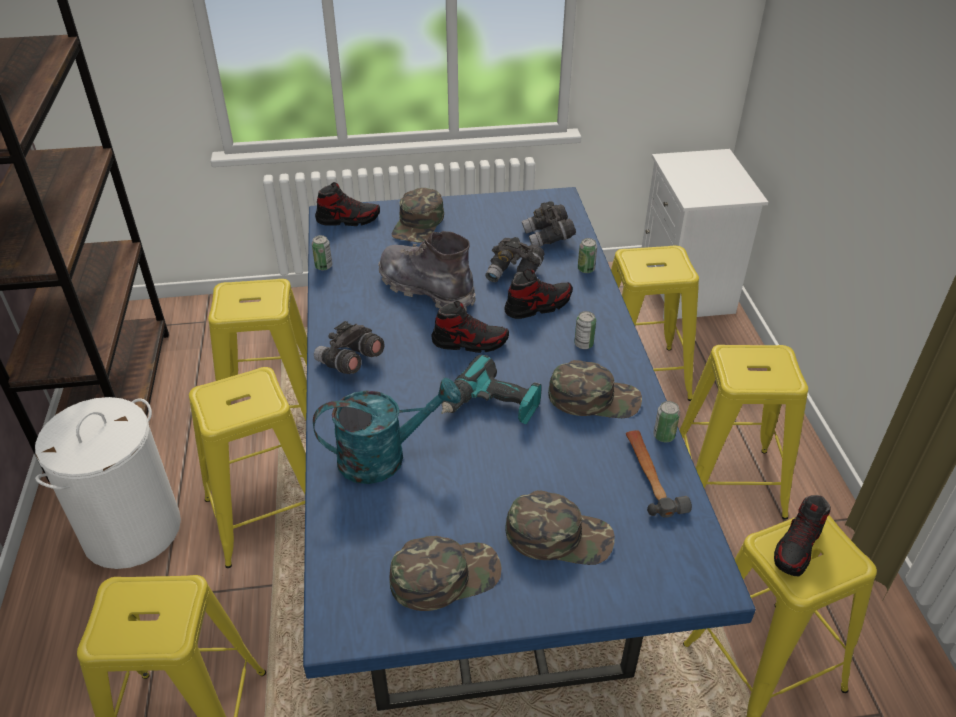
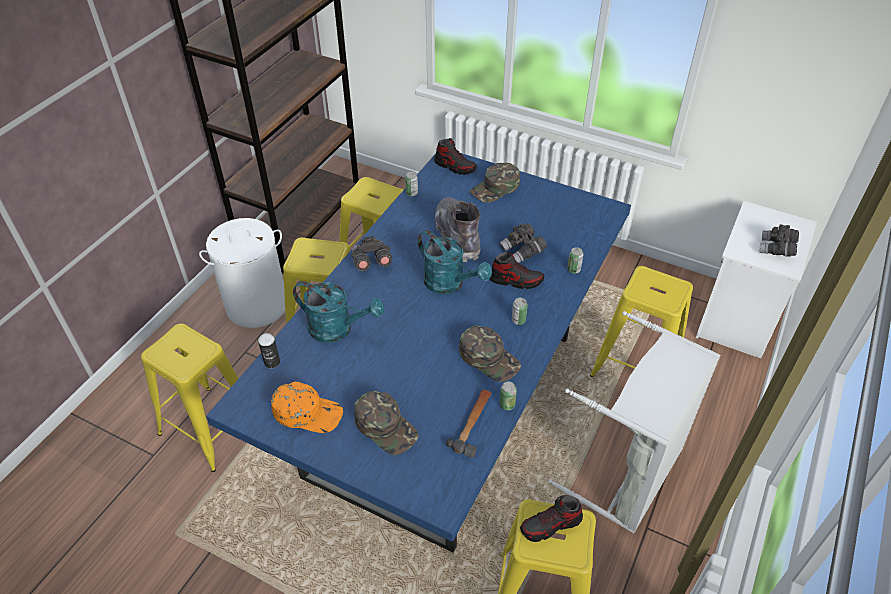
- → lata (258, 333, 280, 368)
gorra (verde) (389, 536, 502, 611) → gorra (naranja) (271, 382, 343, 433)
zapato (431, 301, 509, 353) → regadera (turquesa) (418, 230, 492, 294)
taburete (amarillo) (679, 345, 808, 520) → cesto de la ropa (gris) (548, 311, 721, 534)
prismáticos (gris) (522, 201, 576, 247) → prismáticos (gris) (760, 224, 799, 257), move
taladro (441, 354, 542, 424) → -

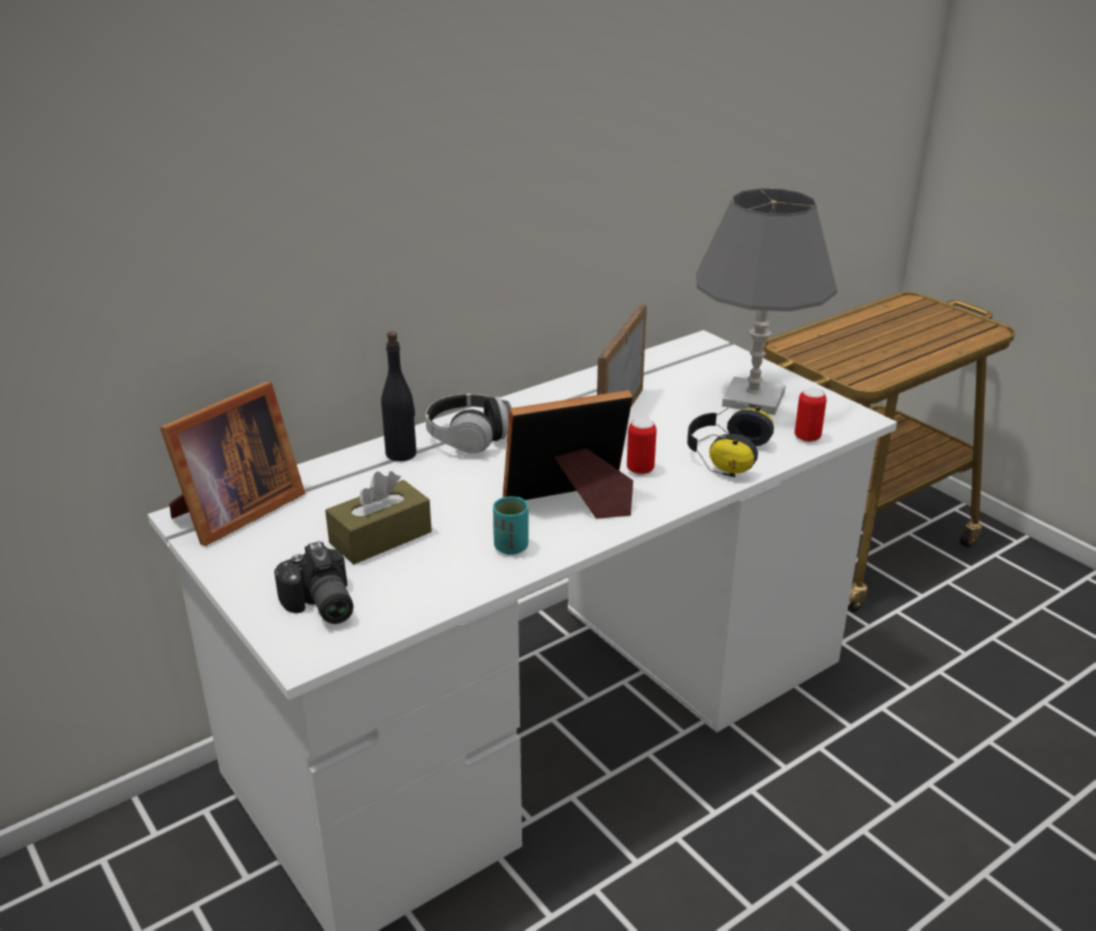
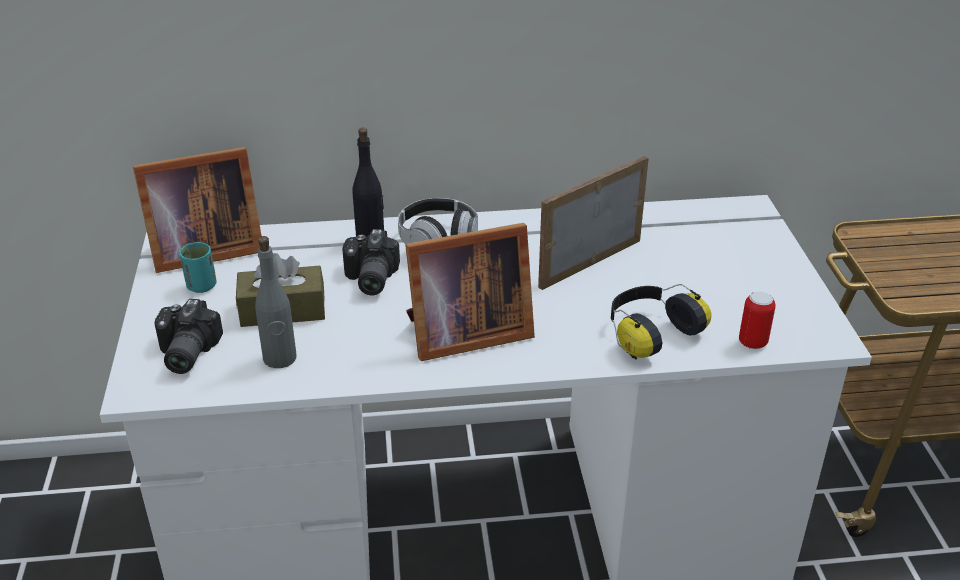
taza (turquesa) (493, 496, 529, 555) → taza (turquesa) (180, 242, 217, 293), move
- → botella (gris) (255, 236, 297, 368)
- → cámara (342, 229, 400, 295)
portarretratos (503, 390, 633, 519) → portarretratos (405, 223, 535, 361), 150 degrees clockwise
lata (627, 418, 657, 475) → -
lámpara de mesa (gris) (696, 188, 837, 415) → -

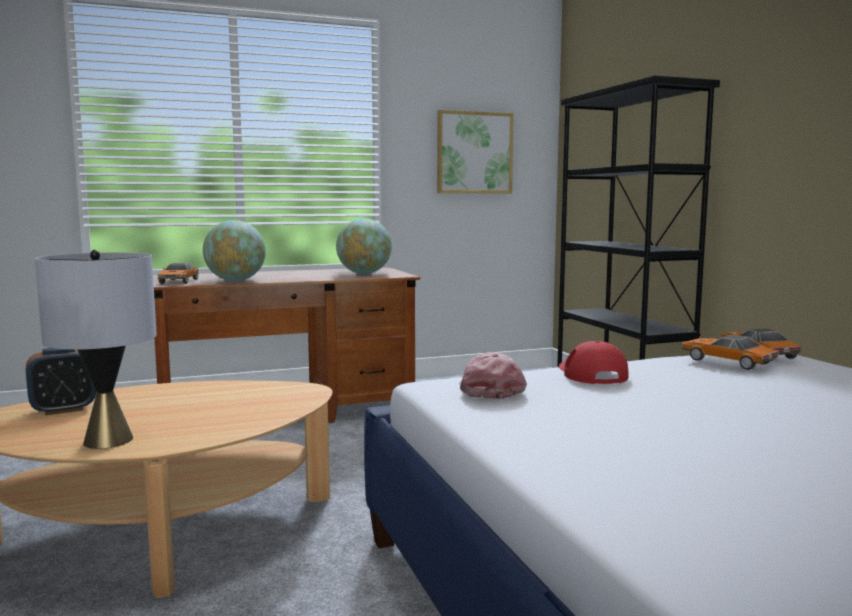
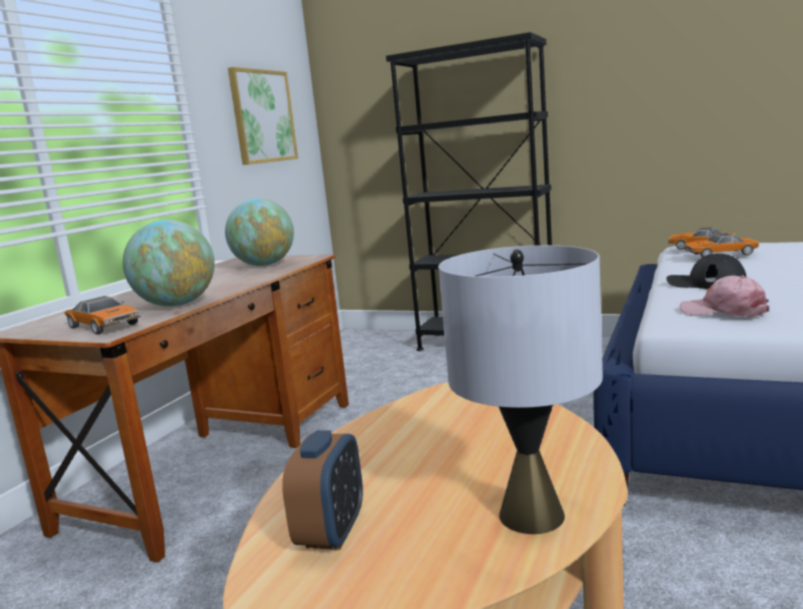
gorra (rojo) (559, 341, 629, 384) → gorra (negro) (666, 253, 746, 289)

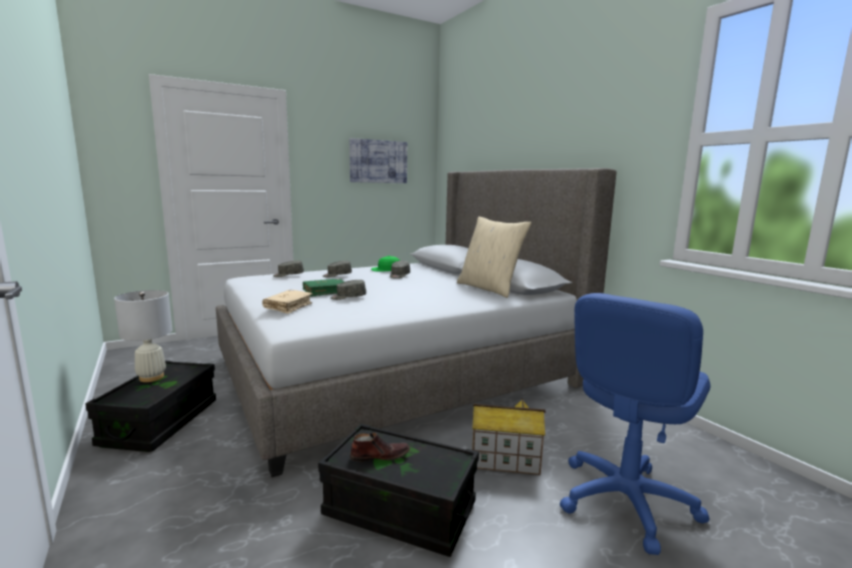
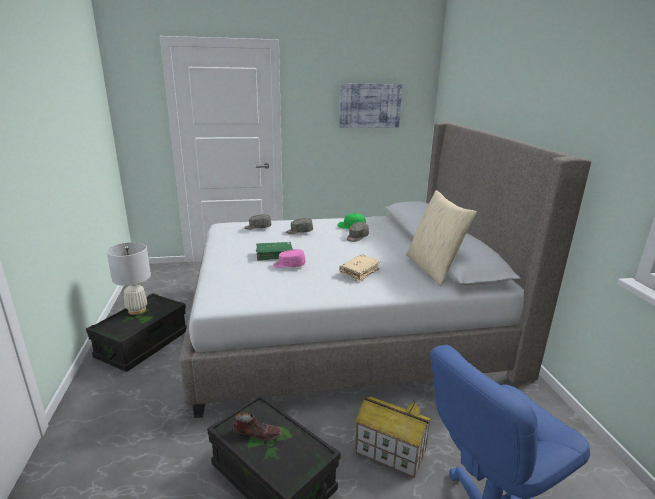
gorra (gris) (330, 280, 366, 300) → gorra (rosa) (273, 249, 306, 268)
libro (beis) (262, 290, 313, 314) → libro (beis) (339, 254, 381, 281), move

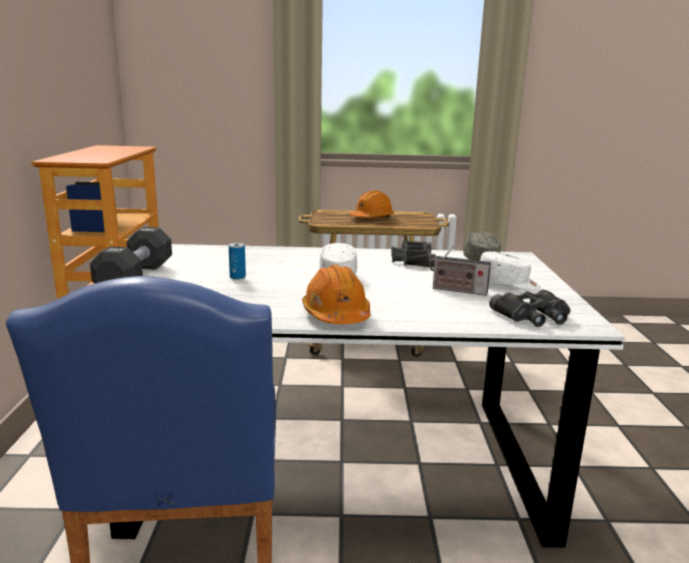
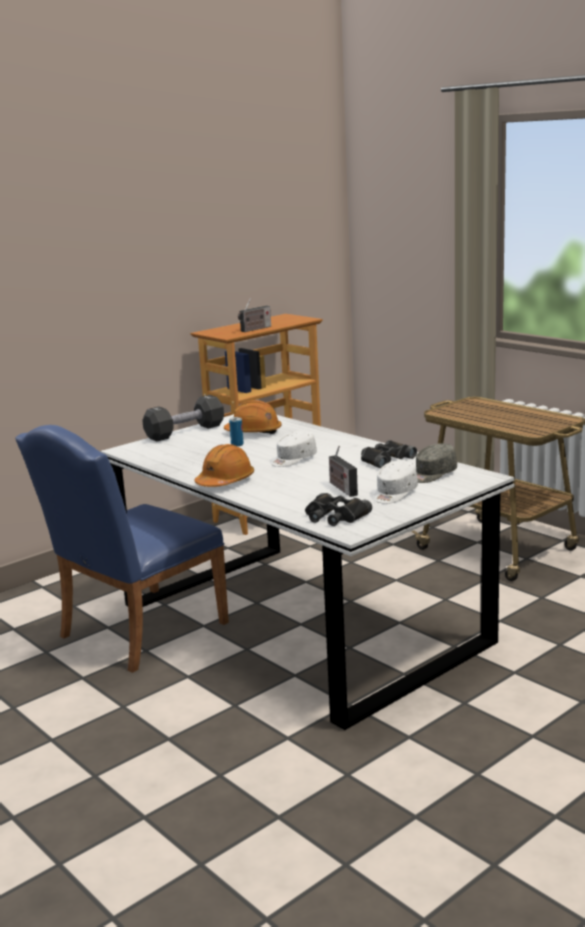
casco (naranja) (350, 191, 394, 218) → casco (naranja) (224, 400, 282, 434), move
- → radio (238, 298, 271, 332)
gorra (blanco) (480, 251, 541, 290) → gorra (blanco) (374, 460, 418, 504), 60 degrees clockwise

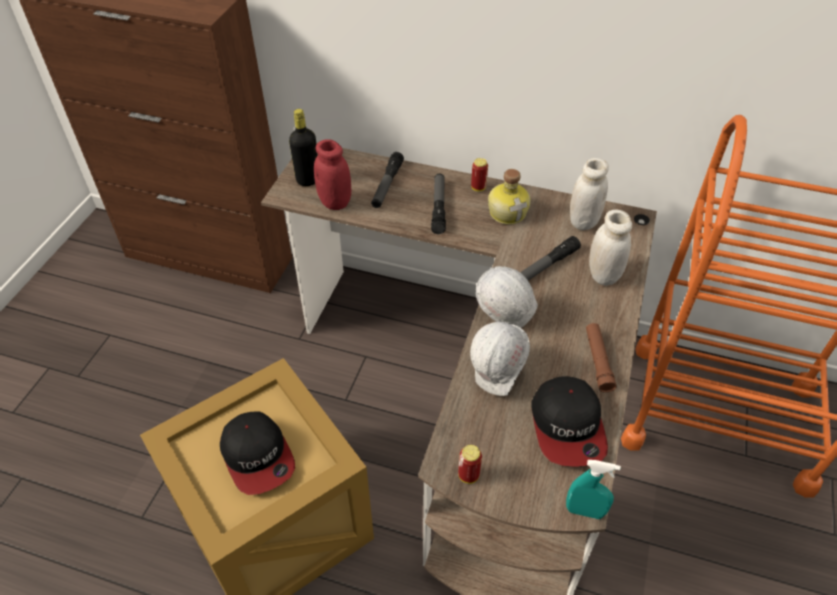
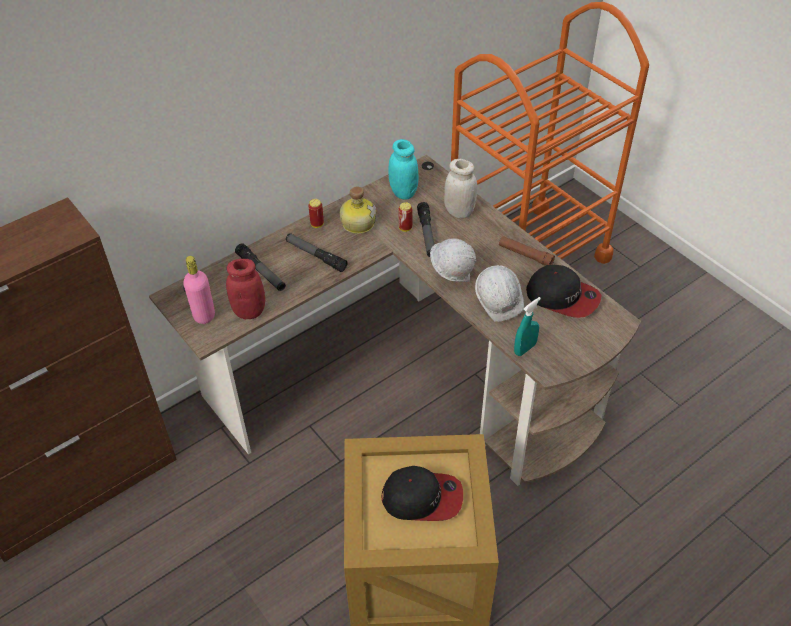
botella (negro) (289, 109, 318, 186) → botella (rosa) (183, 256, 215, 324)
tarro (blanco) (570, 158, 609, 230) → tarro (turquesa) (388, 139, 418, 200)
lata (458, 445, 482, 484) → lata (398, 202, 412, 232), move
pulverizador (turquesa) (566, 460, 621, 519) → pulverizador (turquesa) (514, 297, 541, 356), move

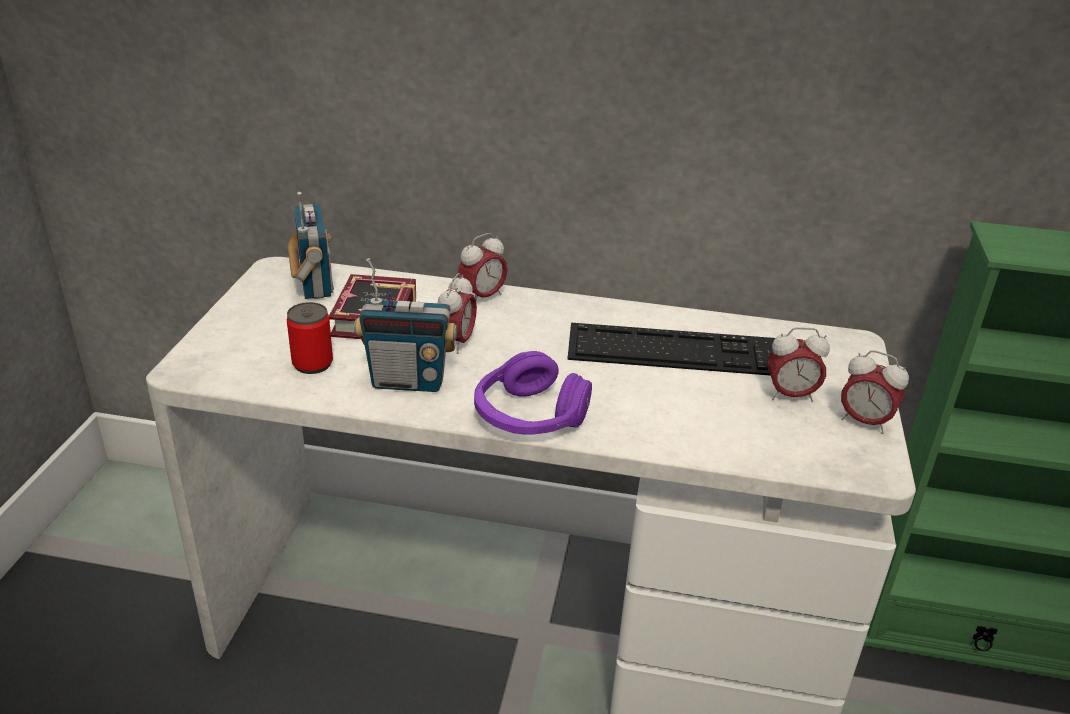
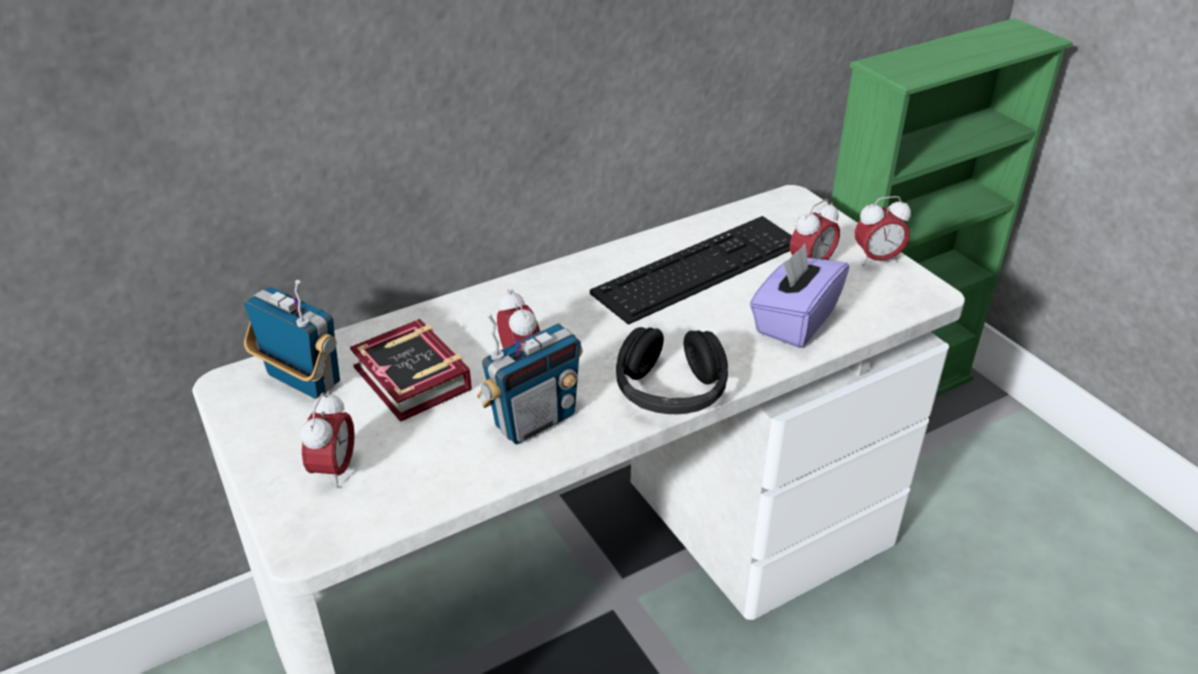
despertador (458, 233, 508, 300) → despertador (300, 391, 355, 488), move
auriculares (morado) (474, 351, 592, 435) → auriculares (negro) (616, 327, 728, 414)
- → caja de pañuelos (morado) (750, 244, 849, 348)
lata (287, 302, 333, 374) → -

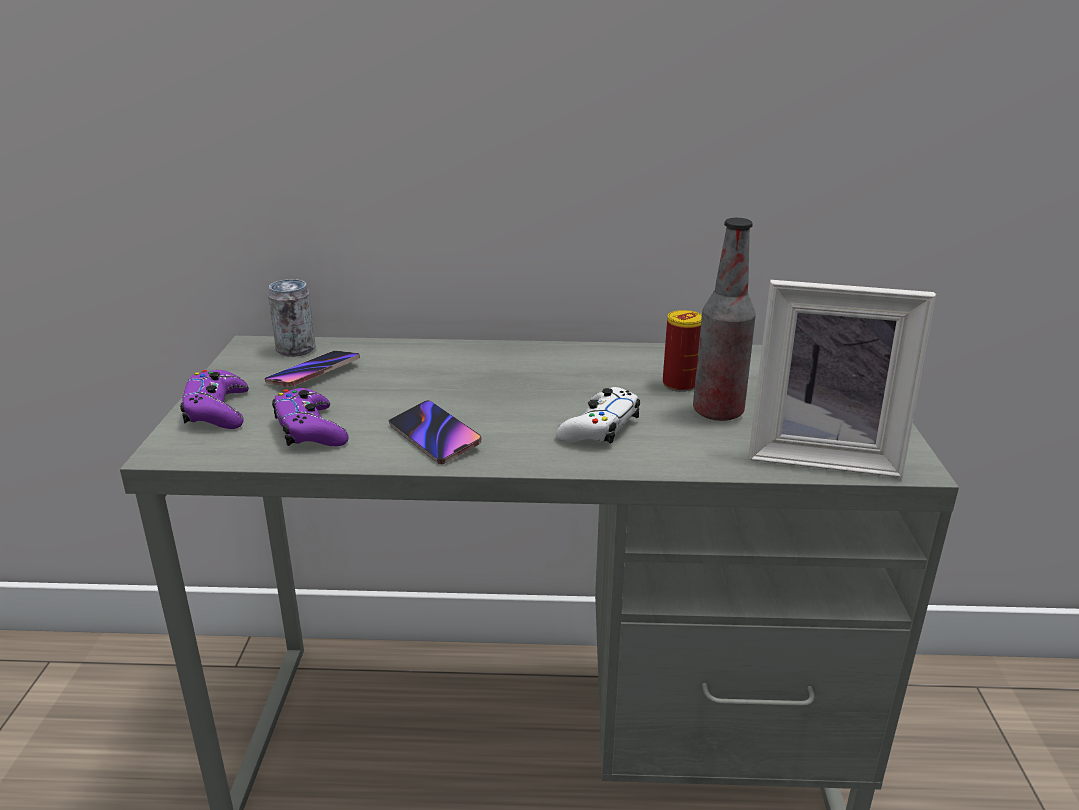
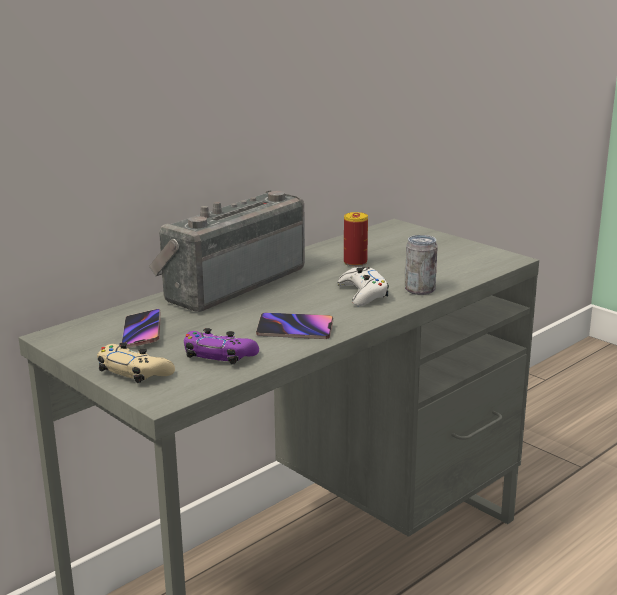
mando de consola (morado) (180, 370, 249, 429) → mando de consola (beis) (97, 342, 175, 383)
- → radio (149, 191, 305, 312)
lata (268, 279, 316, 357) → lata (405, 235, 438, 295), move
botella (693, 218, 756, 421) → -
portarretratos (749, 280, 936, 478) → -

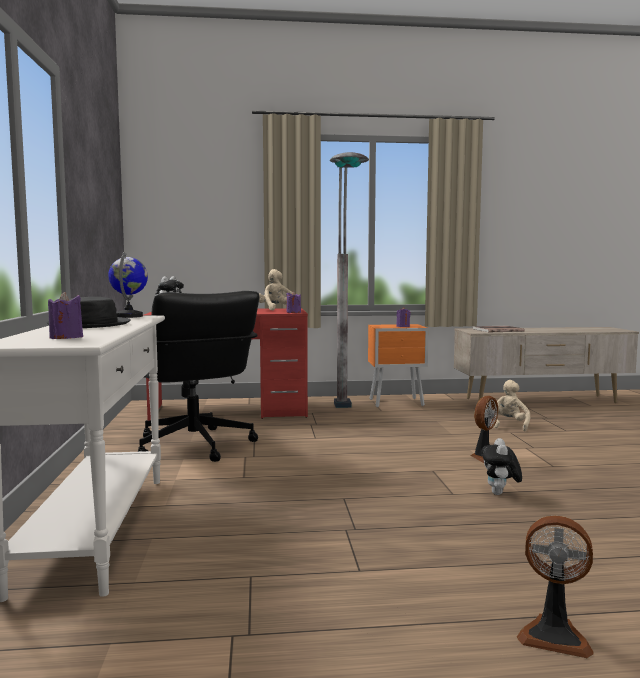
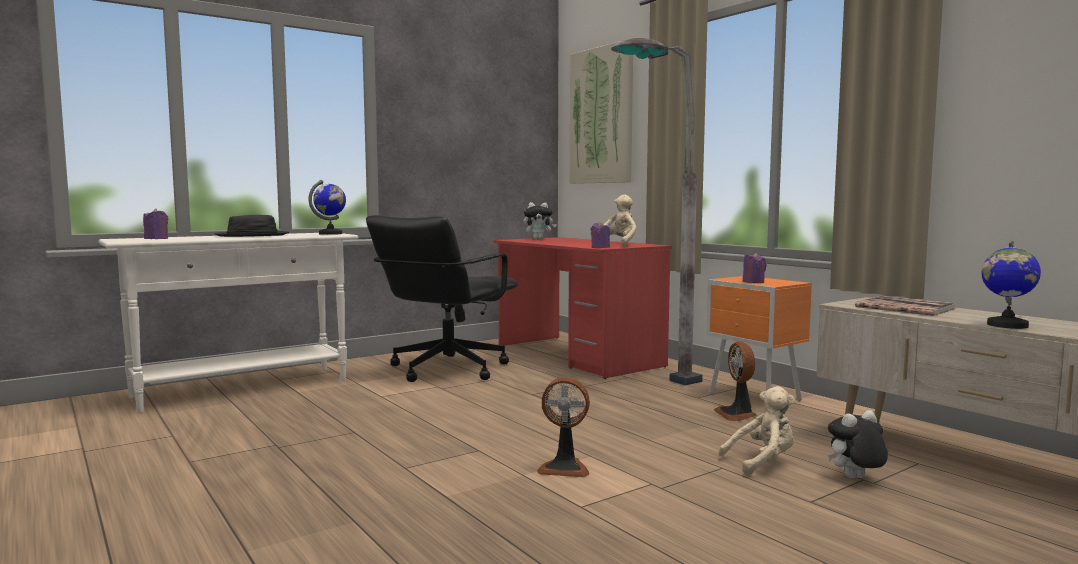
- → cuadro (570, 39, 633, 184)
ventilador (517, 515, 594, 658) → ventilador (714, 341, 757, 421), move
peluche (481, 438, 522, 495) → peluche (828, 410, 888, 478), move
- → globo terráqueo (981, 241, 1041, 329)

